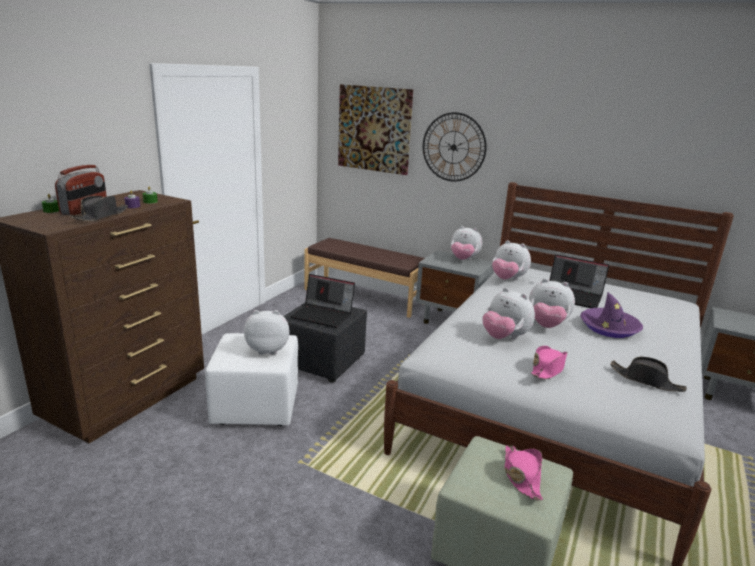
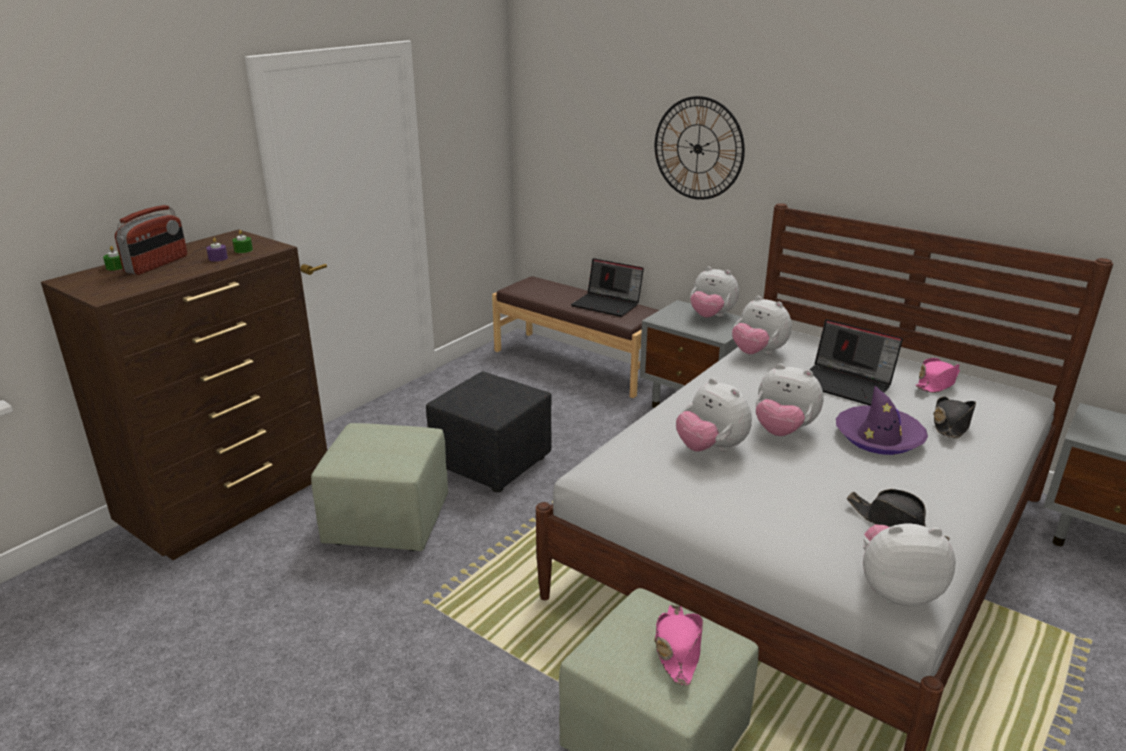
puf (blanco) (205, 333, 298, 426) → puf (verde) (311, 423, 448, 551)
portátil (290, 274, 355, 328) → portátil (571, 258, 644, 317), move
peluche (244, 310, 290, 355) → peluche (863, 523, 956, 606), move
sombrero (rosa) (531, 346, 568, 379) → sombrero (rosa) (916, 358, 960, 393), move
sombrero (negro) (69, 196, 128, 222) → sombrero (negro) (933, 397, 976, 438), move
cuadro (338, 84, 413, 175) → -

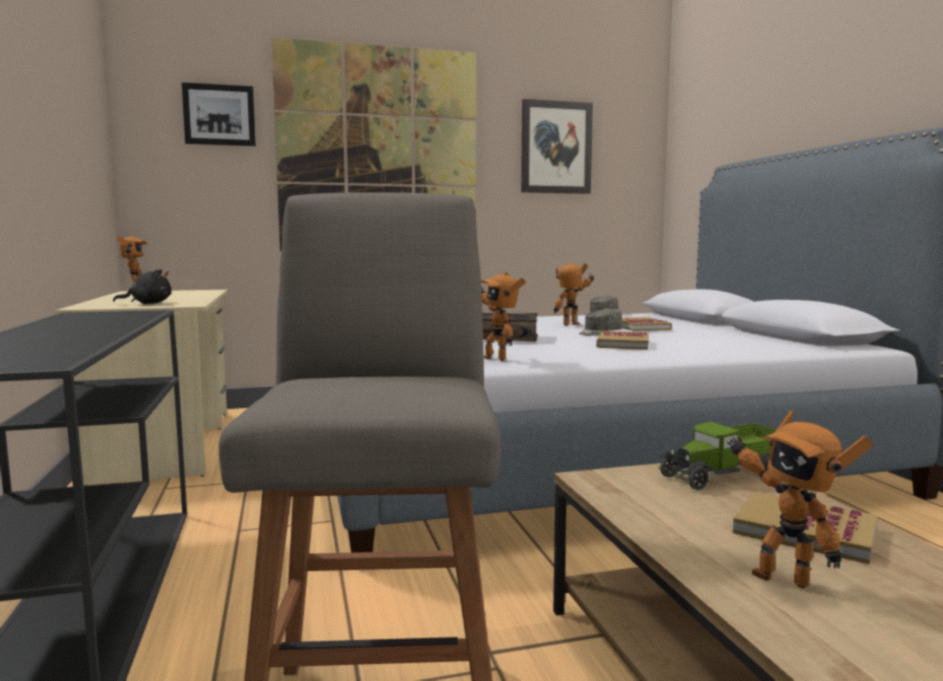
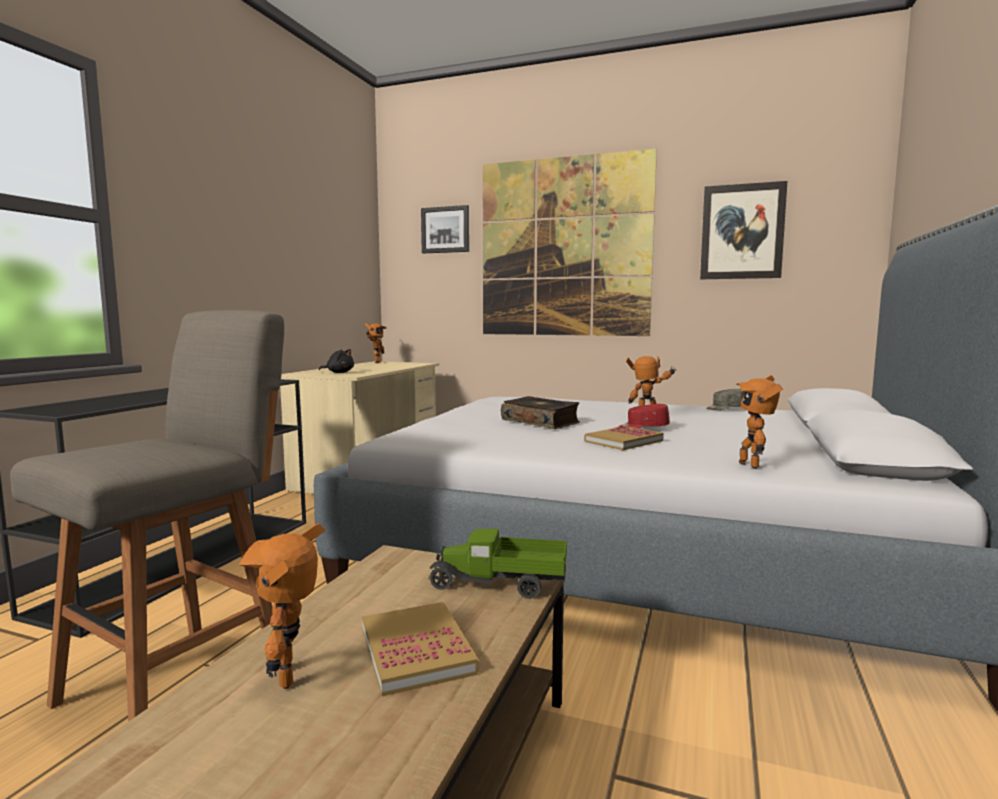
gorra (gris) (579, 309, 623, 336) → gorra (rojo) (618, 404, 670, 428)
robot de juguete (481, 272, 526, 361) → robot de juguete (736, 375, 782, 469), move
libro (622, 317, 672, 331) → -

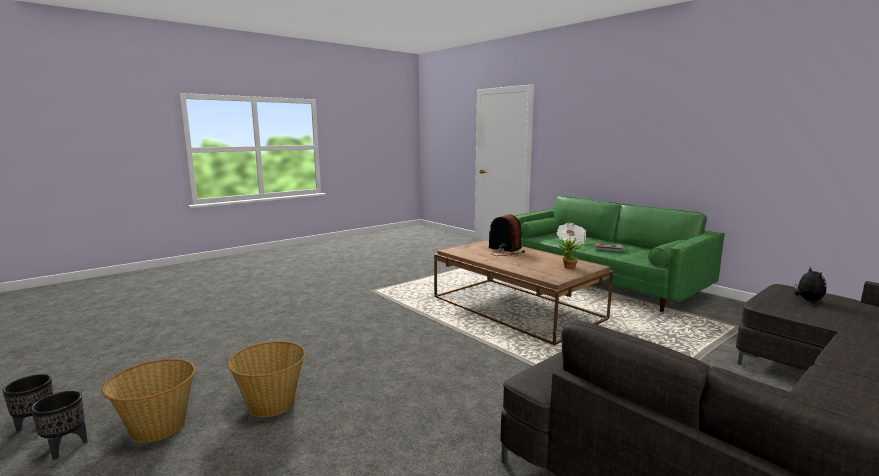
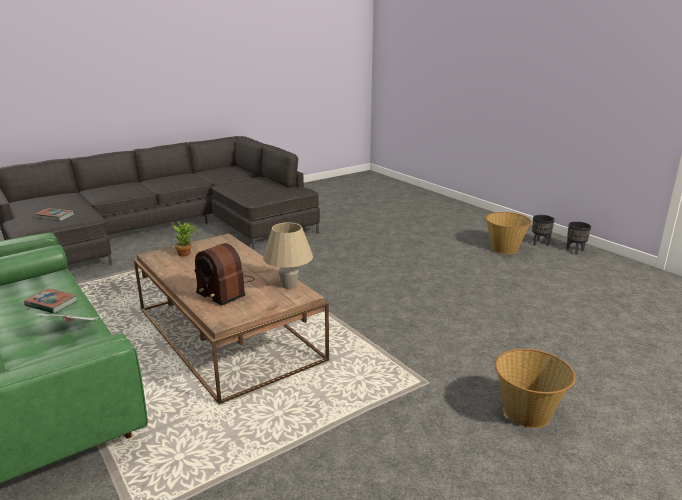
peluche (794, 267, 826, 301) → libro (35, 208, 75, 221)
- → lámpara de mesa (beis) (263, 222, 313, 289)
cesta (228, 341, 306, 417) → cesta (495, 349, 575, 428), move

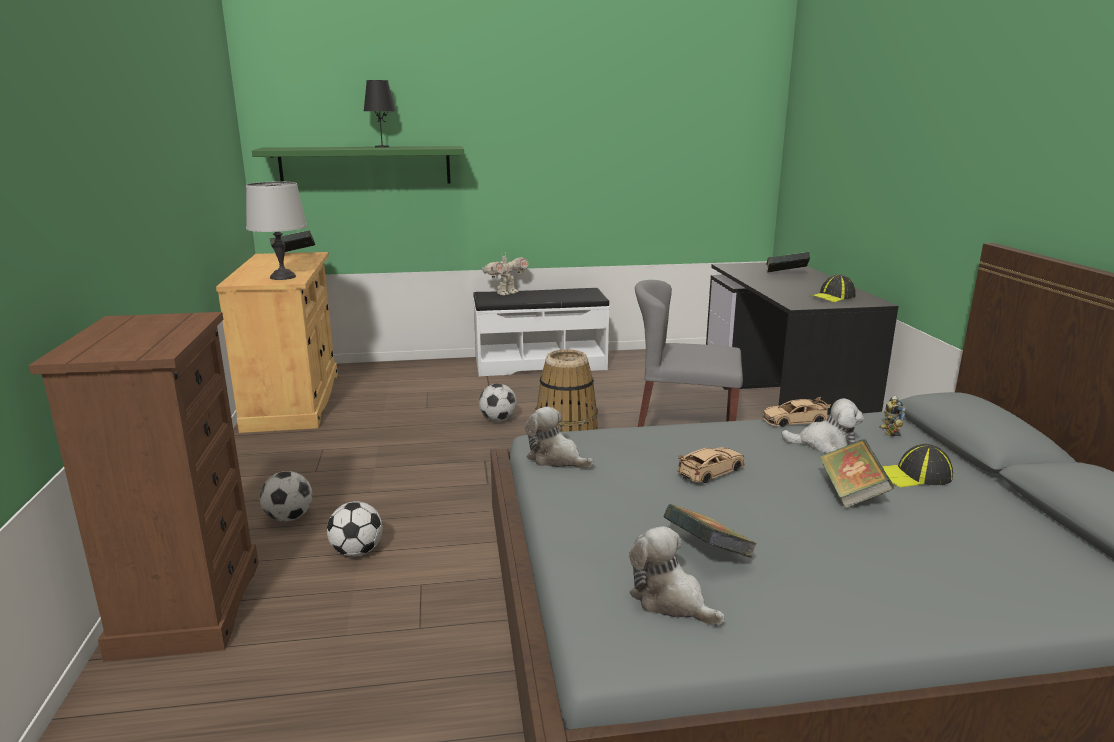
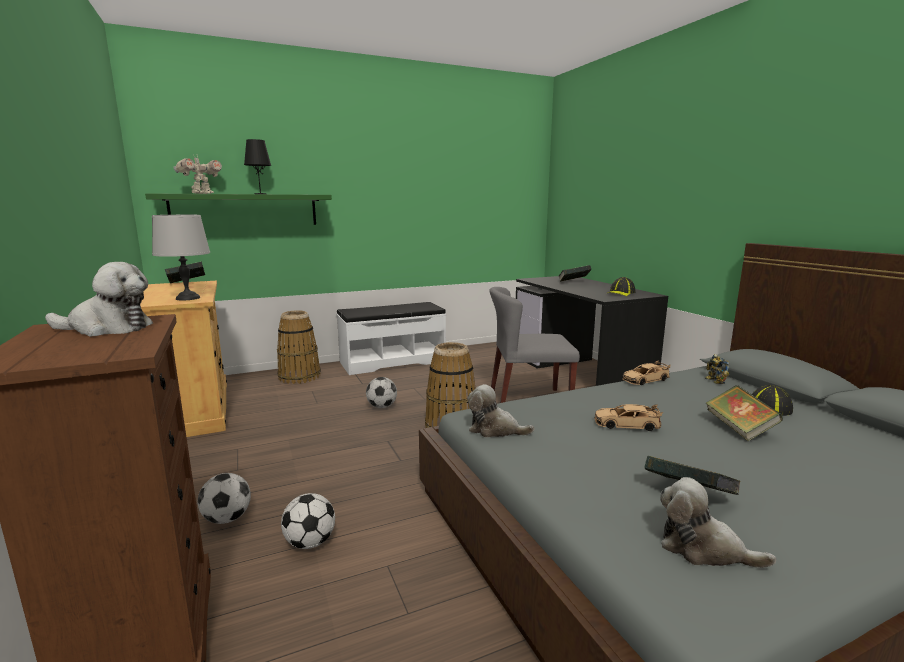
peluche (781, 398, 864, 453) → peluche (45, 262, 153, 337), move
robot de juguete (482, 252, 529, 295) → robot de juguete (173, 154, 222, 194), move
- → cesta (277, 310, 321, 384)
coche de juguete (beis) (677, 447, 744, 483) → coche de juguete (beis) (594, 404, 663, 431), 120 degrees counterclockwise

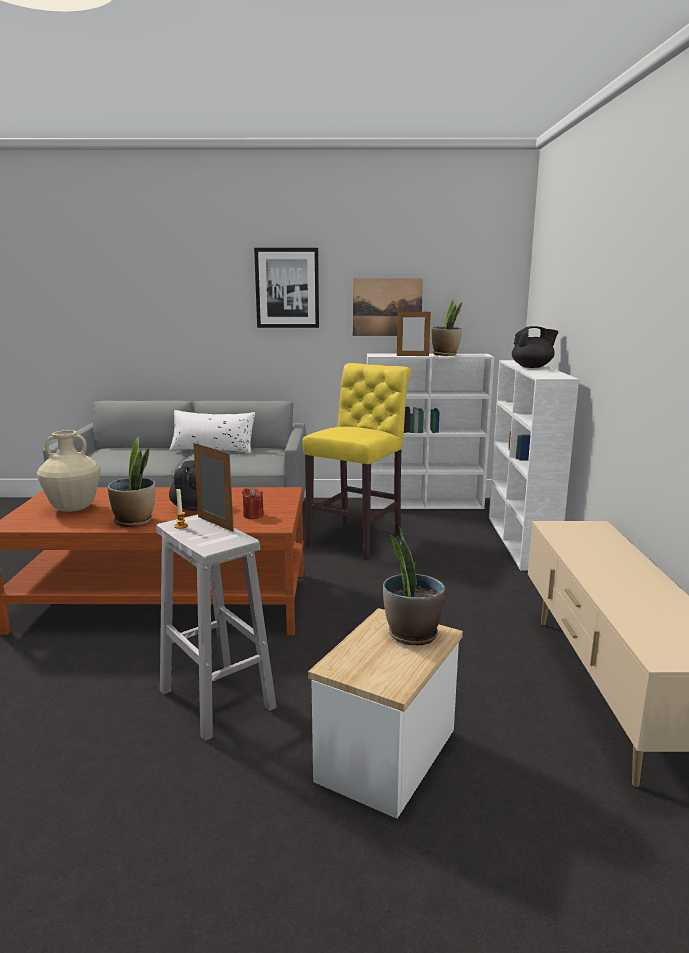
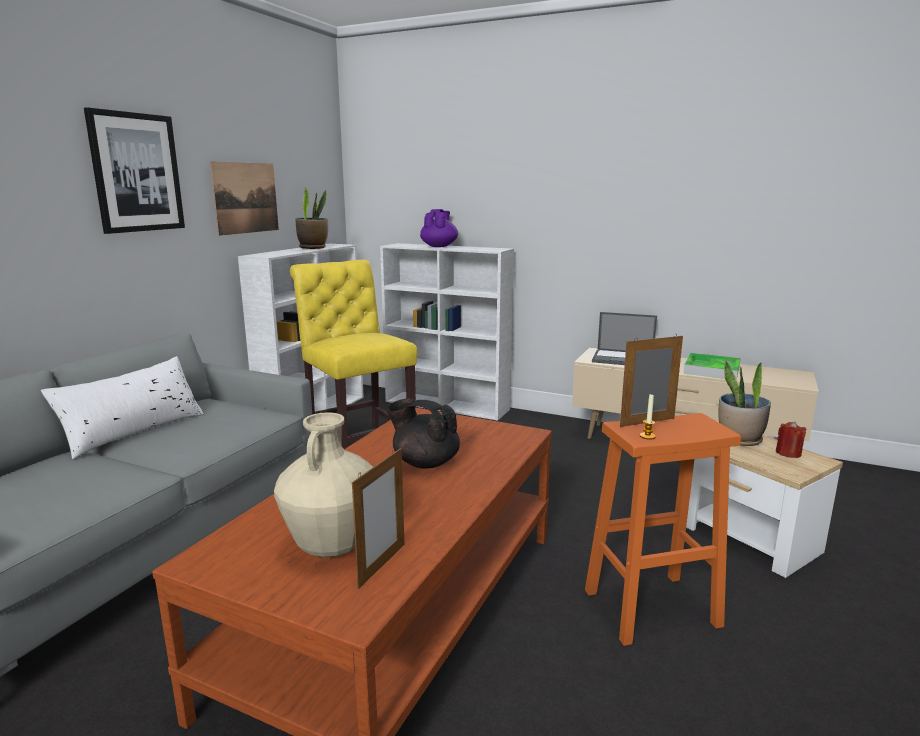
portarretratos (397, 310, 431, 356) → portarretratos (352, 448, 404, 589), move
tetera (negro) (512, 326, 558, 368) → tetera (morado) (420, 209, 458, 247)
taburete (blanco) (156, 514, 276, 741) → taburete (naranja) (585, 413, 741, 646)
- → portátil (592, 312, 657, 365)
- → bandeja (683, 353, 740, 380)
vela (rojo) (242, 487, 264, 519) → vela (rojo) (776, 422, 806, 458), move
planta en maceta (108, 437, 155, 527) → -

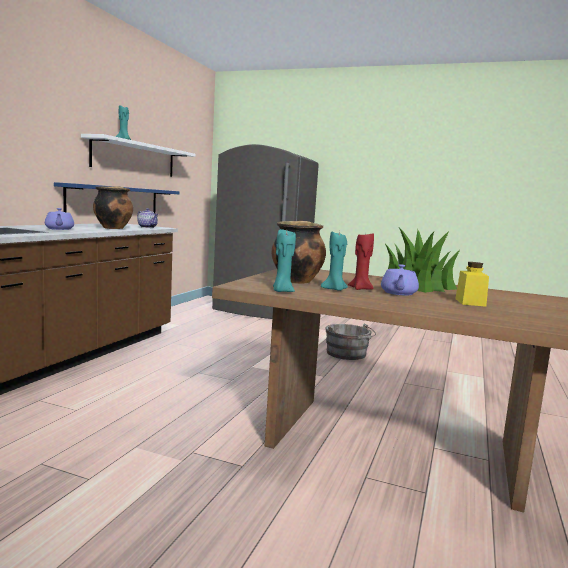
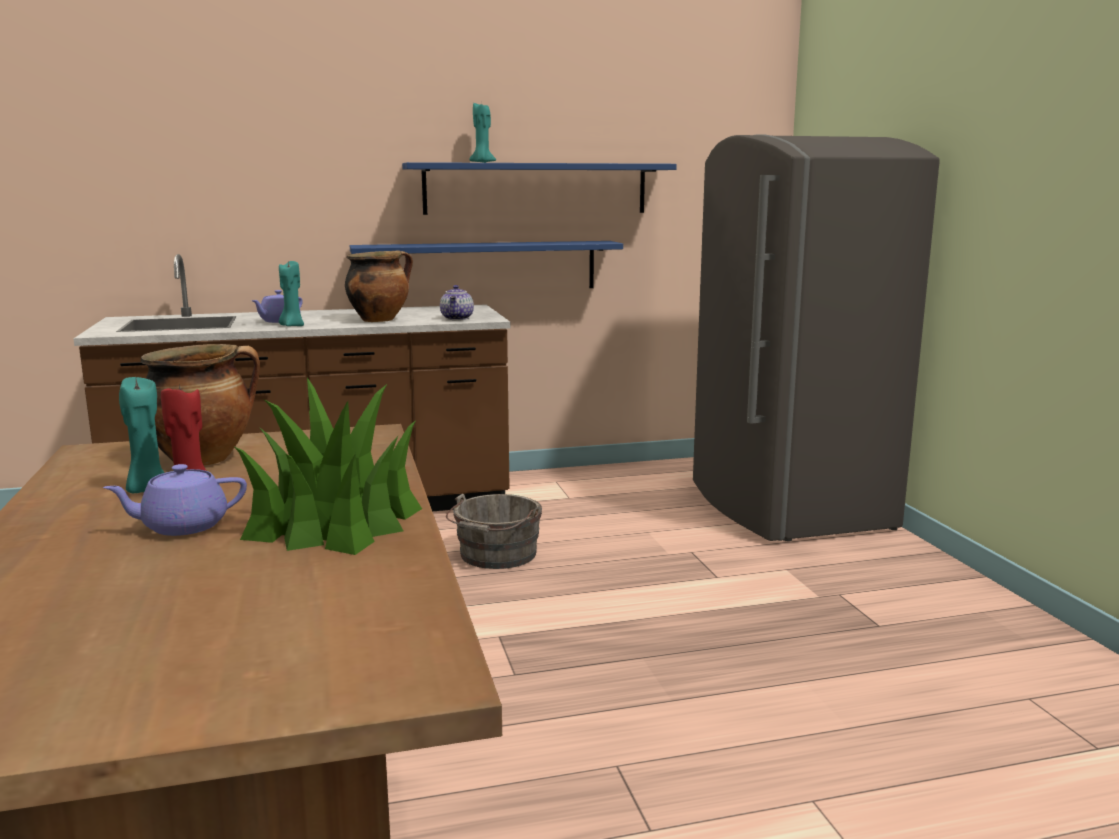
vela (turquesa) (273, 229, 296, 292) → vela (turquesa) (279, 261, 304, 326), move
estante (blanco) (81, 134, 195, 177) → estante (azul) (402, 162, 677, 215)
cubo (gris) (325, 324, 376, 360) → cubo (gris) (446, 494, 542, 569), move
tarro (amarillo) (455, 262, 489, 307) → -

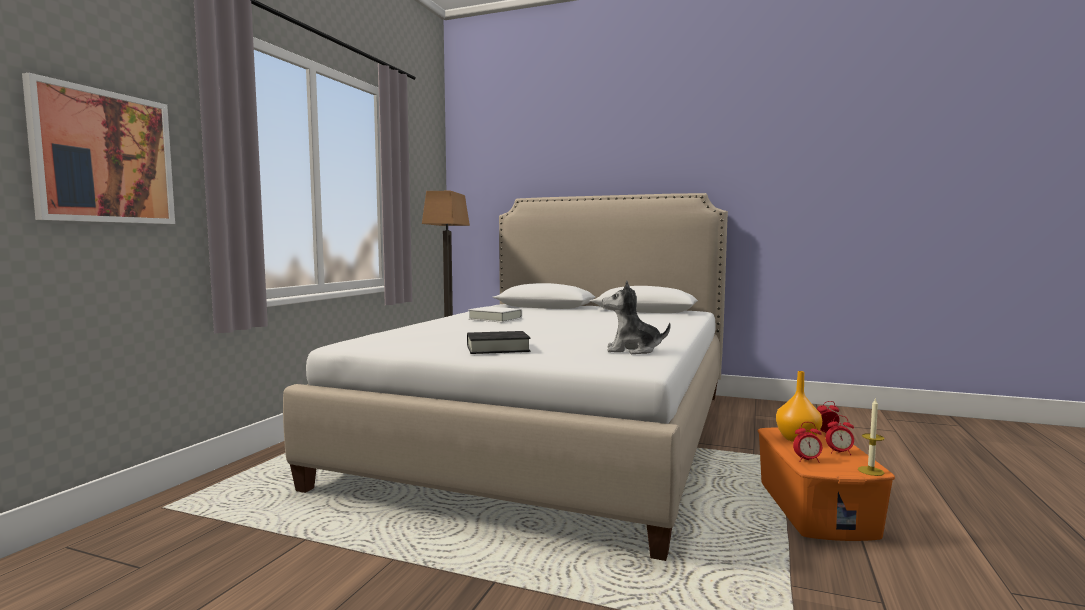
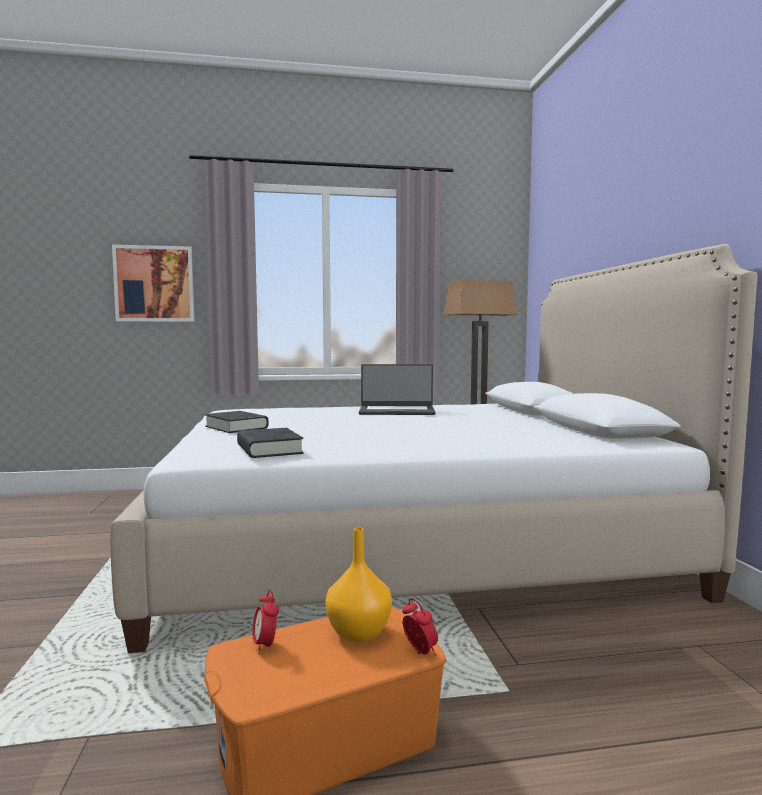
peluche (602, 281, 671, 354) → libro (negro) (237, 428, 303, 458)
libro (blanco) (468, 306, 522, 323) → portátil (359, 364, 436, 415)
despertador (826, 415, 854, 455) → -
vela (858, 398, 885, 476) → -

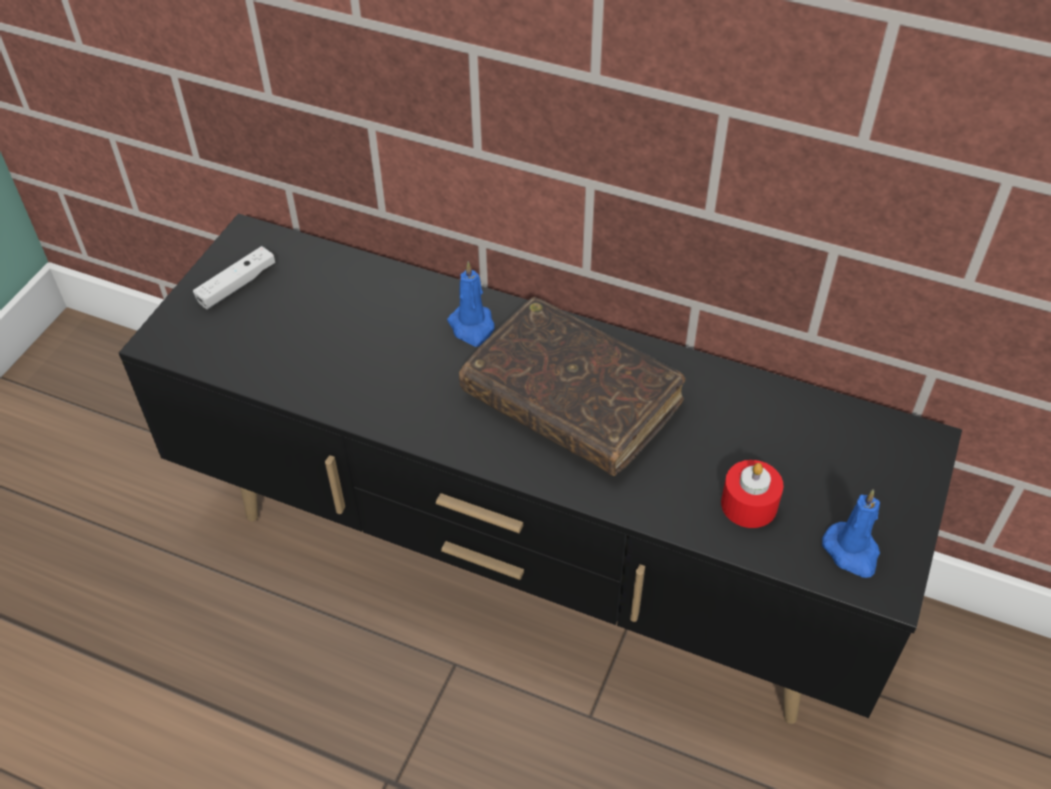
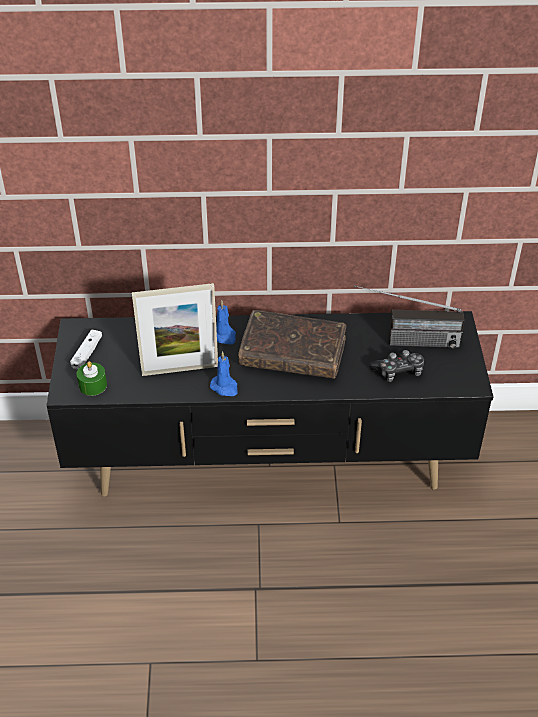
- → vela (verde) (77, 361, 107, 396)
- → portarretratos (132, 283, 218, 376)
vela (azul) (822, 489, 880, 578) → vela (azul) (210, 351, 238, 396), move
- → radio (354, 285, 465, 348)
vela (rojo) (721, 460, 784, 528) → mando de consola (370, 350, 424, 382)

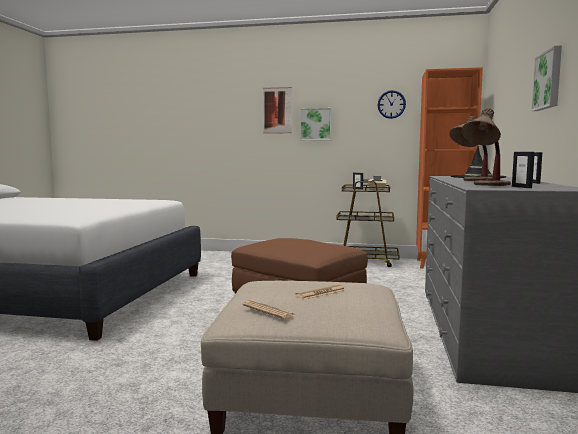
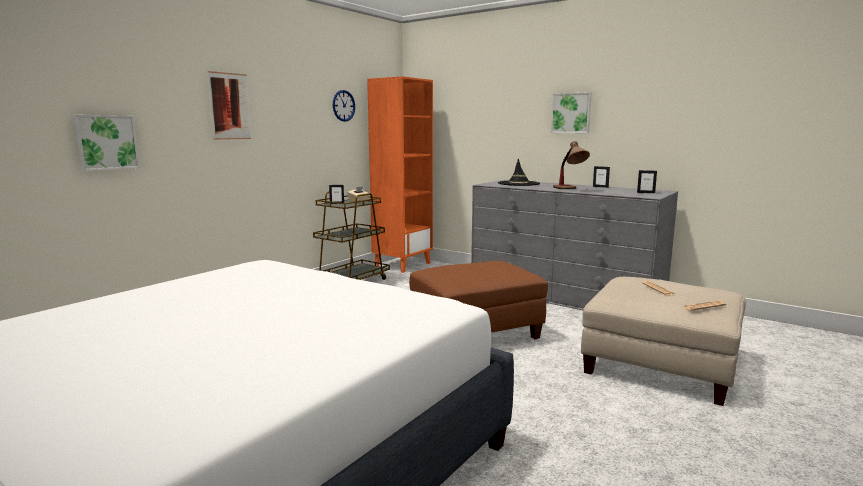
cuadro (300, 108, 332, 140) → cuadro (73, 115, 140, 171), move
lámpara de mesa (462, 108, 511, 186) → -

